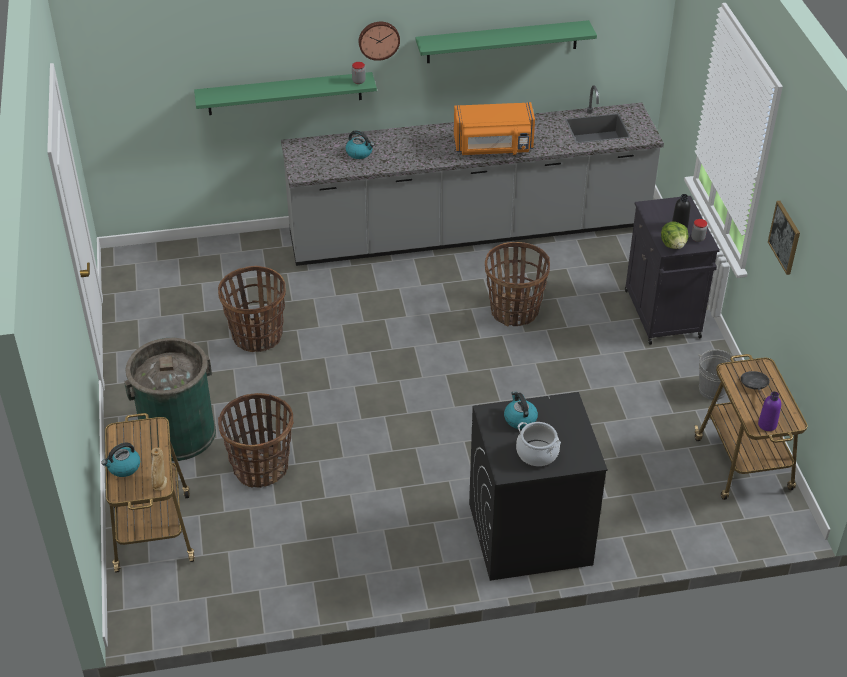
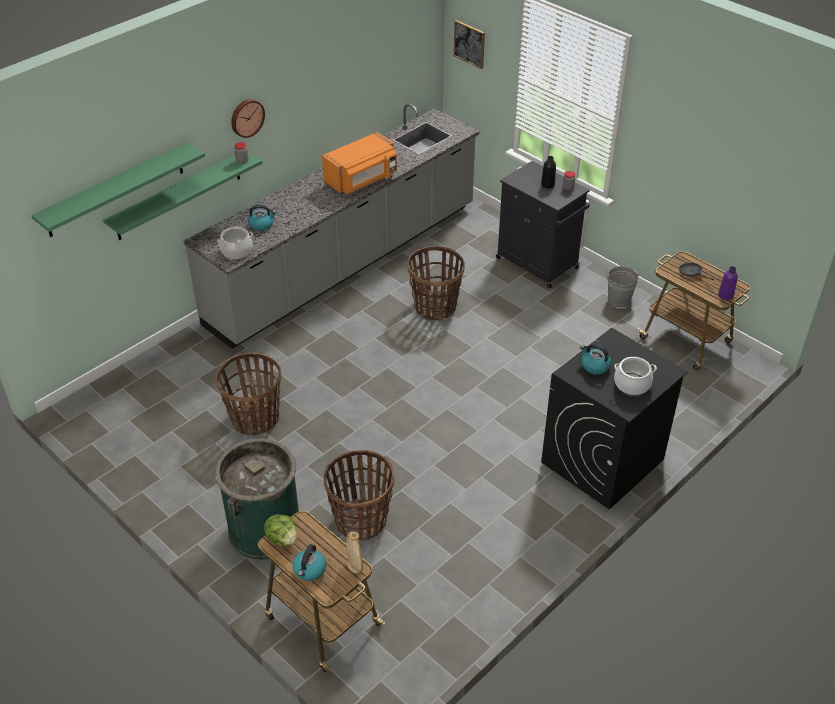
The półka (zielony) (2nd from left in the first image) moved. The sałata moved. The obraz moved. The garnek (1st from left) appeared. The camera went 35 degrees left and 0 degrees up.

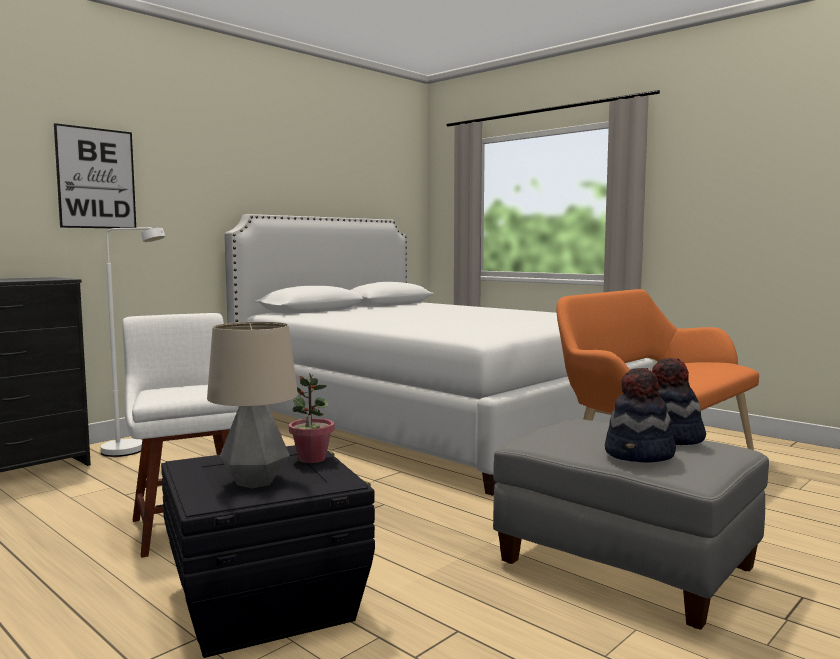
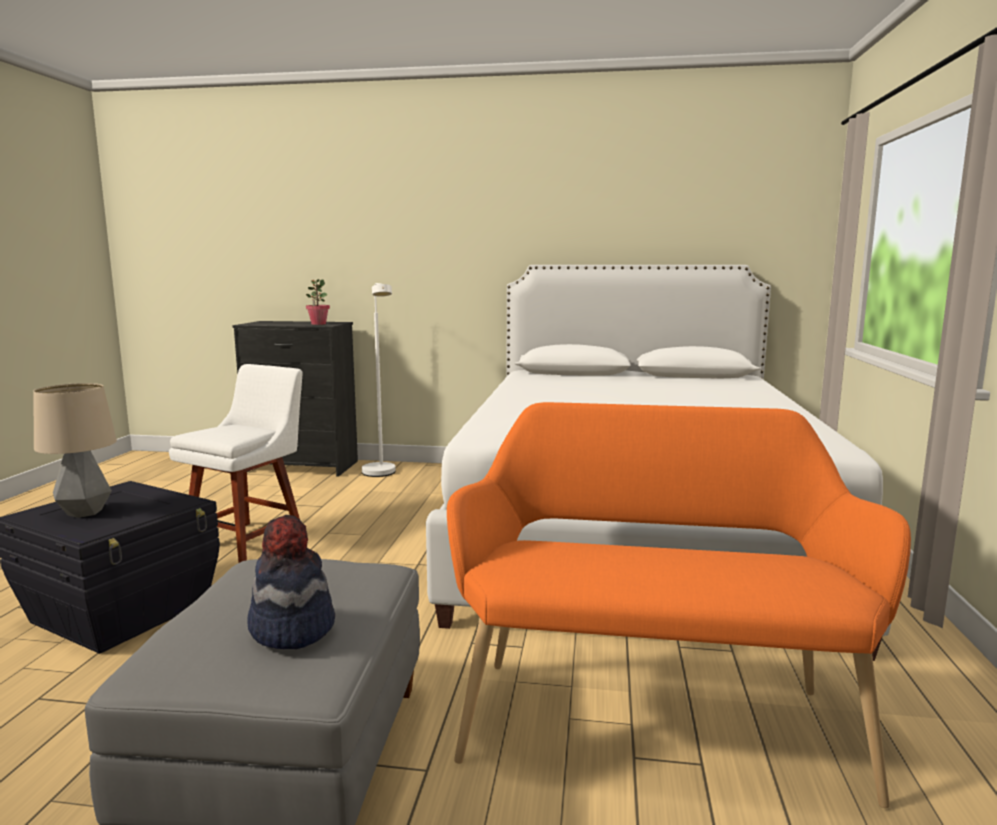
The obraz disappeared. The roślina doniczkowa moved. The kapelusz (1st from left) disappeared. The camera went 55 degrees right and 5 degrees up.

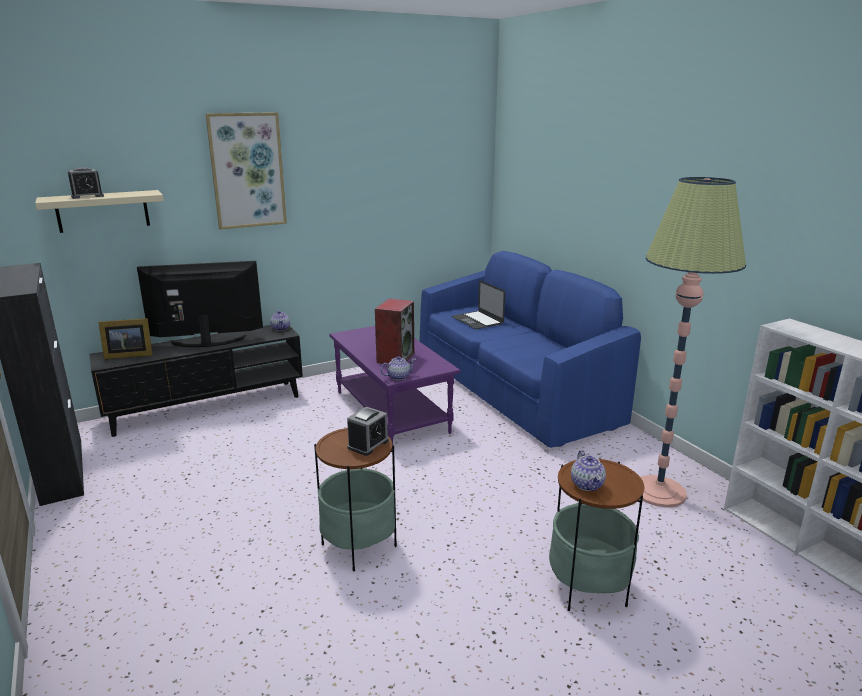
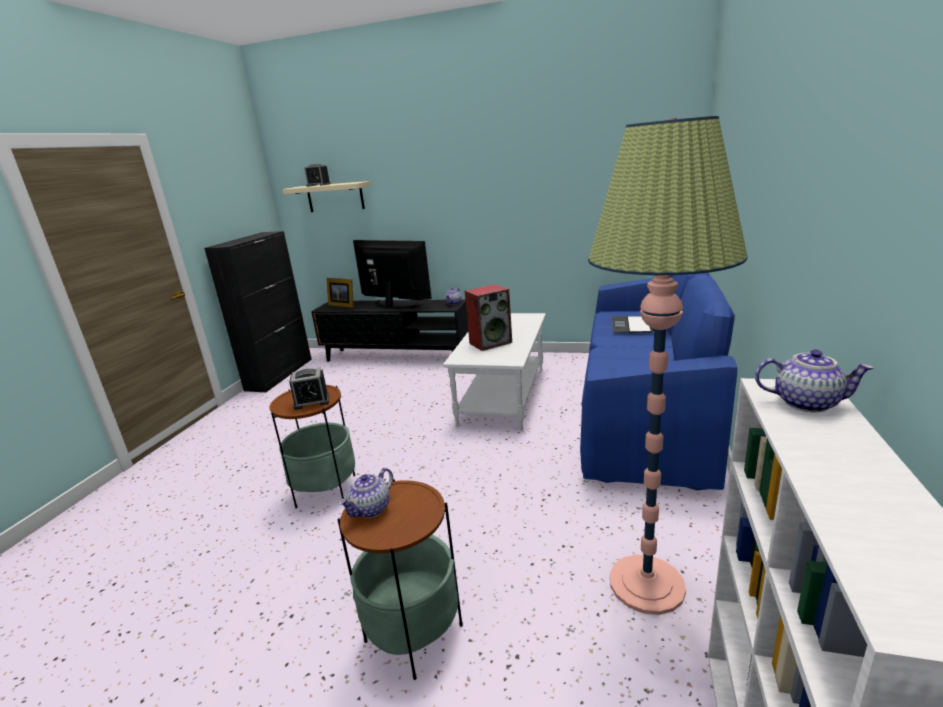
The obraz disappeared. The ława (fioletowy) became the ława (biały). The imbryk (2nd from left in the first image) moved. The camera went 45 degrees right and 0 degrees up.

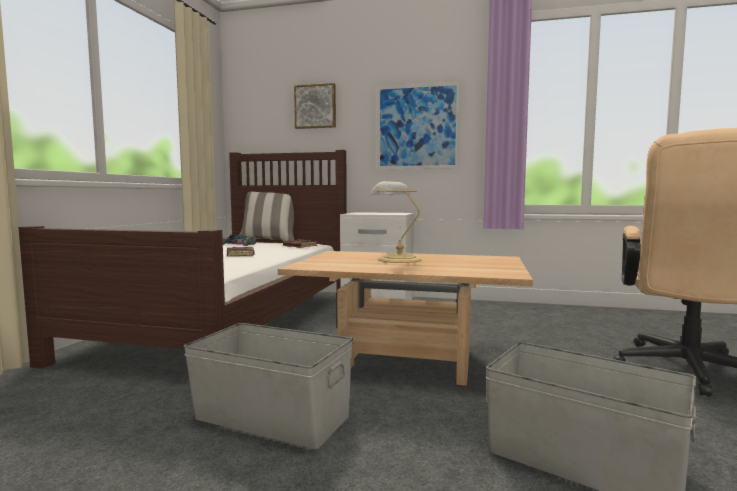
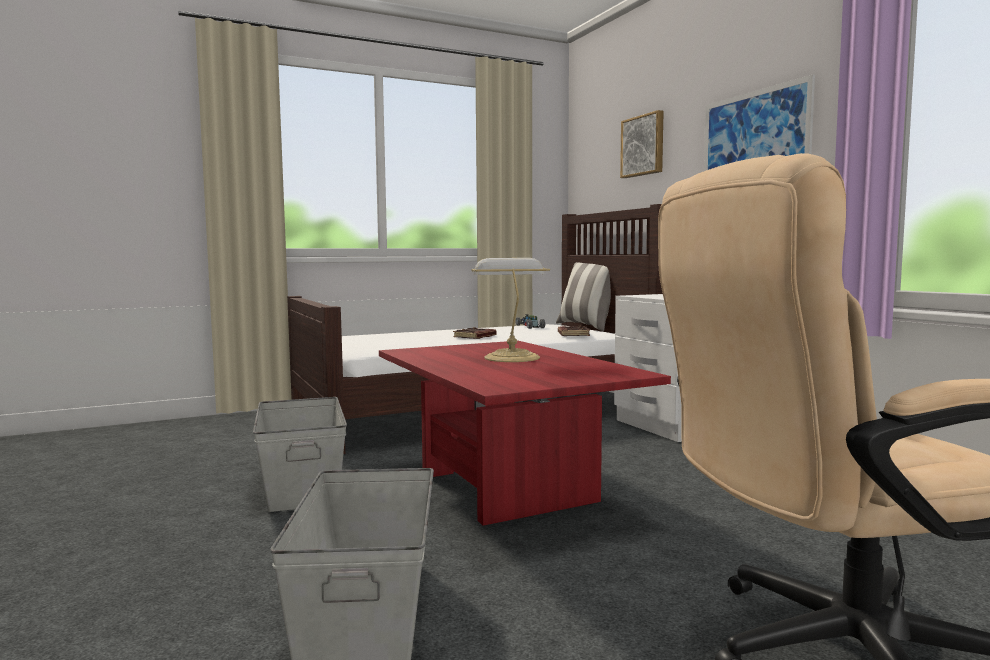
The ława (beżowy) became the ława (czerwony). The camera went 50 degrees right and 0 degrees up.

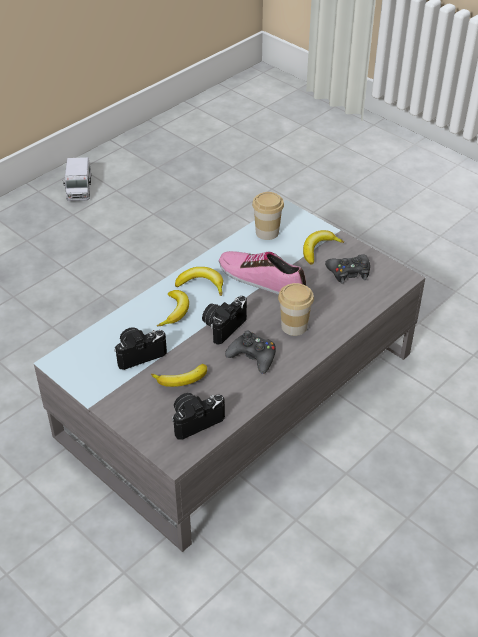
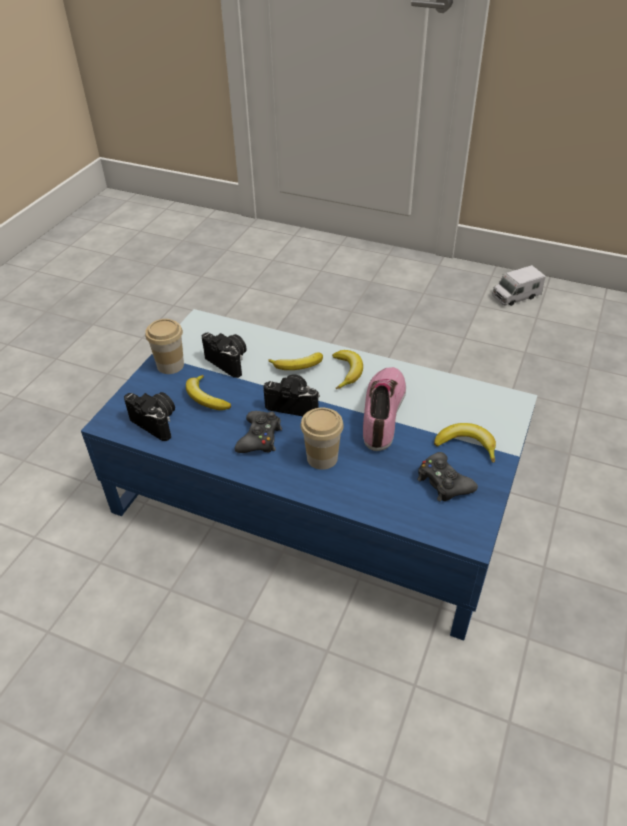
The ława (szary) became the ława (niebieski). The filiżanka (1st from left) moved. The camera went 70 degrees right and 0 degrees up.

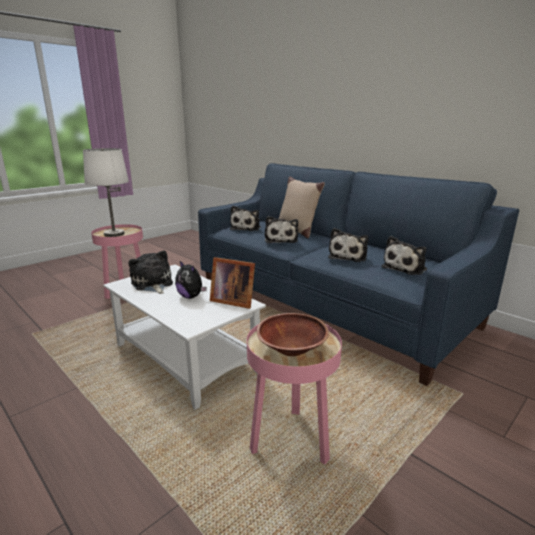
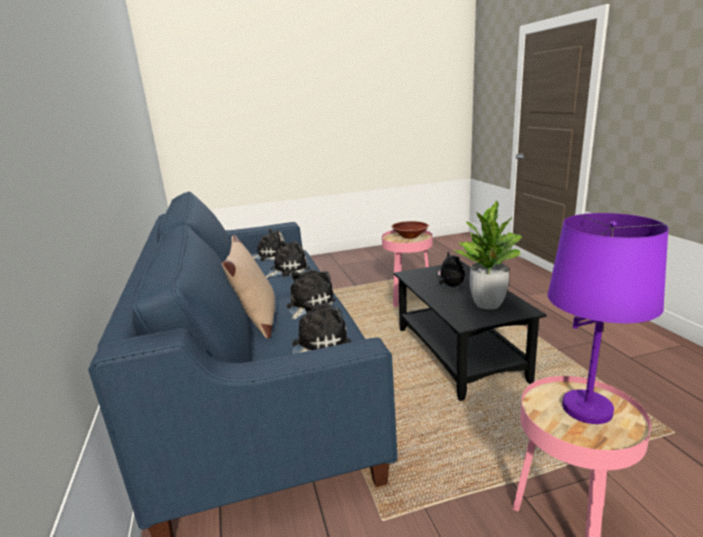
The lampa stołowa (biały) became the lampa stołowa (fioletowy). The ława (biały) became the ława (czarny). The pluszak (1st from left) was replaced by the roślina doniczkowa. The ramka na zdjęcie disappeared. The camera went 150 degrees left and 0 degrees up.

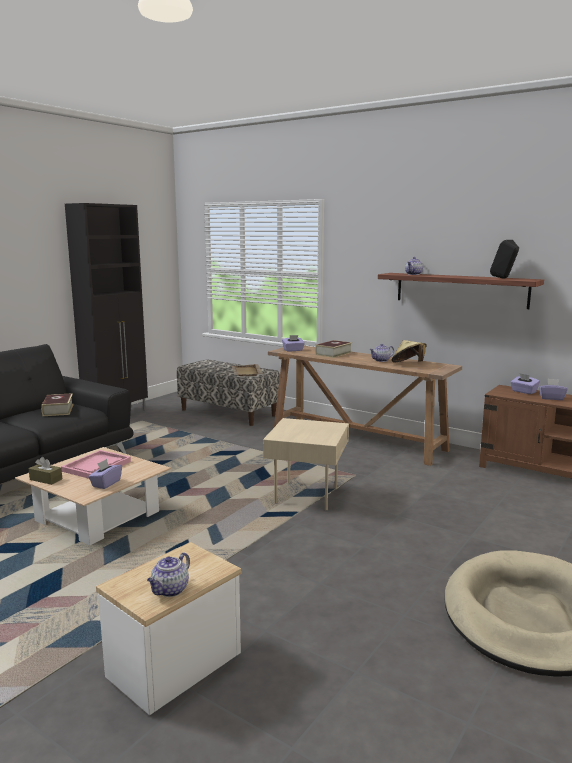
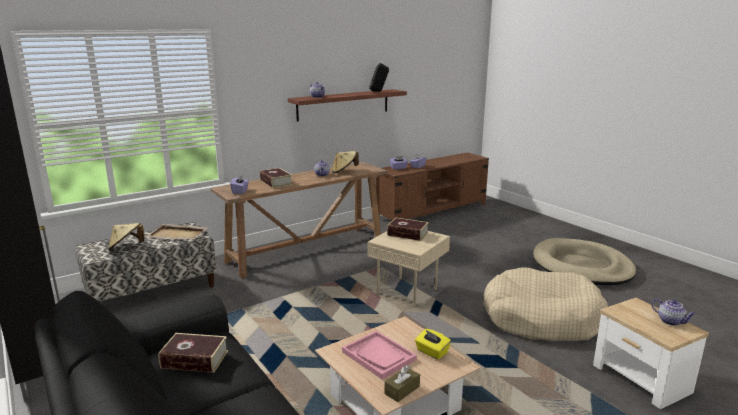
The pudełko chusteczek (fioletowy) (1st from left) became the pudełko chusteczek (żółty). The kapelusz (beżowy) (1st from left) appeared. The książka (3rd from left) appeared. The legowisko (beżowy) (1st from left) appeared. The camera went 70 degrees left and 5 degrees up.

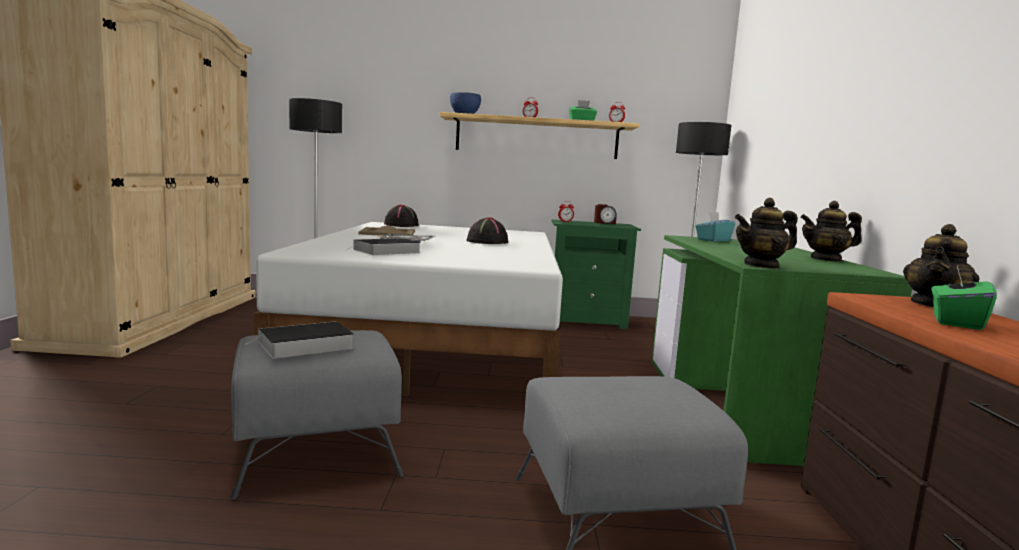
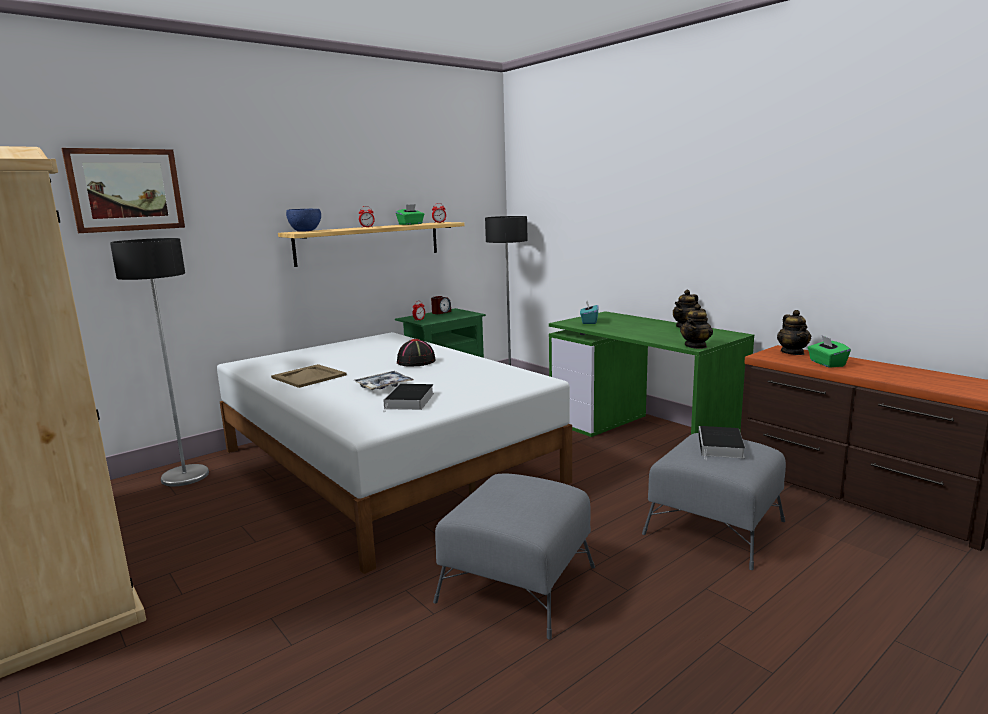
The książka (1st from left in the first image) moved. The kapelusz (czarny) (1st from left) disappeared. The obraz appeared. The camera went 40 degrees left and 5 degrees up.

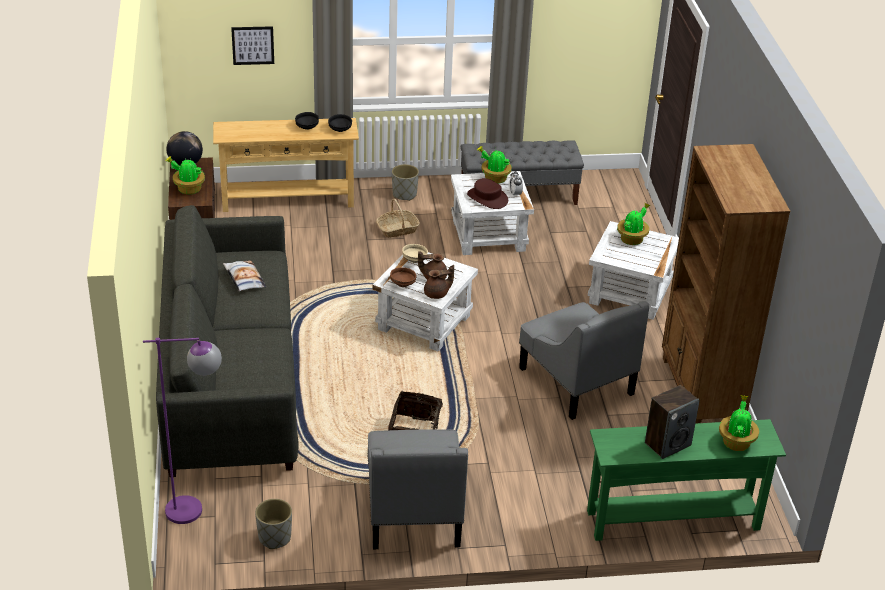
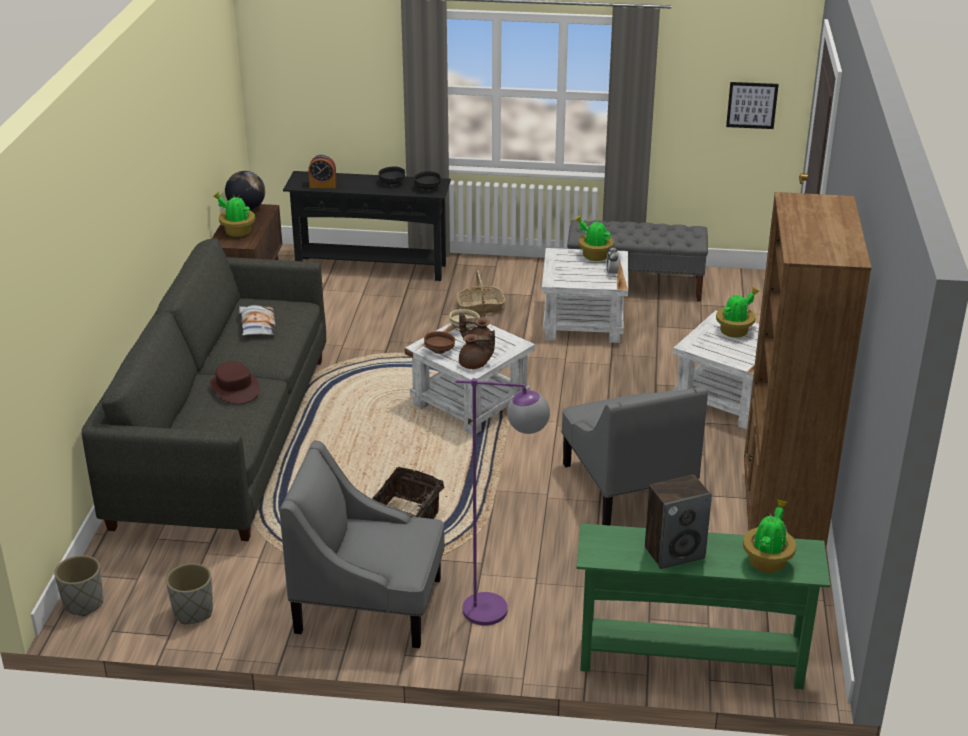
The lampa stojąca (fioletowy) moved. The stolik konsolowy (beżowy) became the stolik konsolowy (czarny). The obraz moved. The fotel (szary) (1st from left) turned 90 degrees clockwise. The donica (szary) (2nd from left in the first image) moved. The kapelusz (brązowy) moved. The budzik (1st from left) appeared. The camera went 15 degrees right and 5 degrees down.

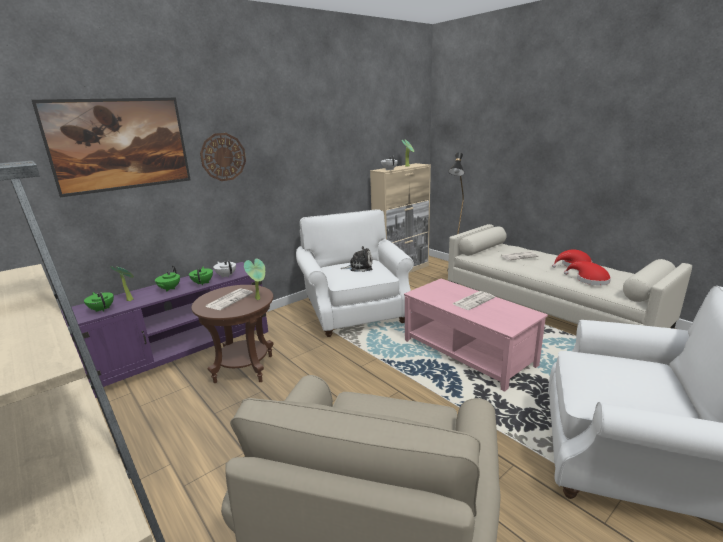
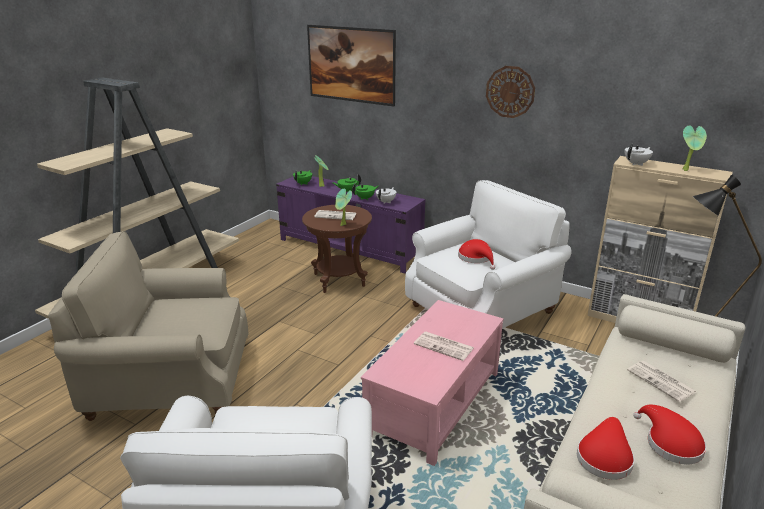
The zegar ścienny moved. The pluszak was replaced by the kapelusz (czerwony) (1st from left). The camera went 70 degrees right and 5 degrees up.

